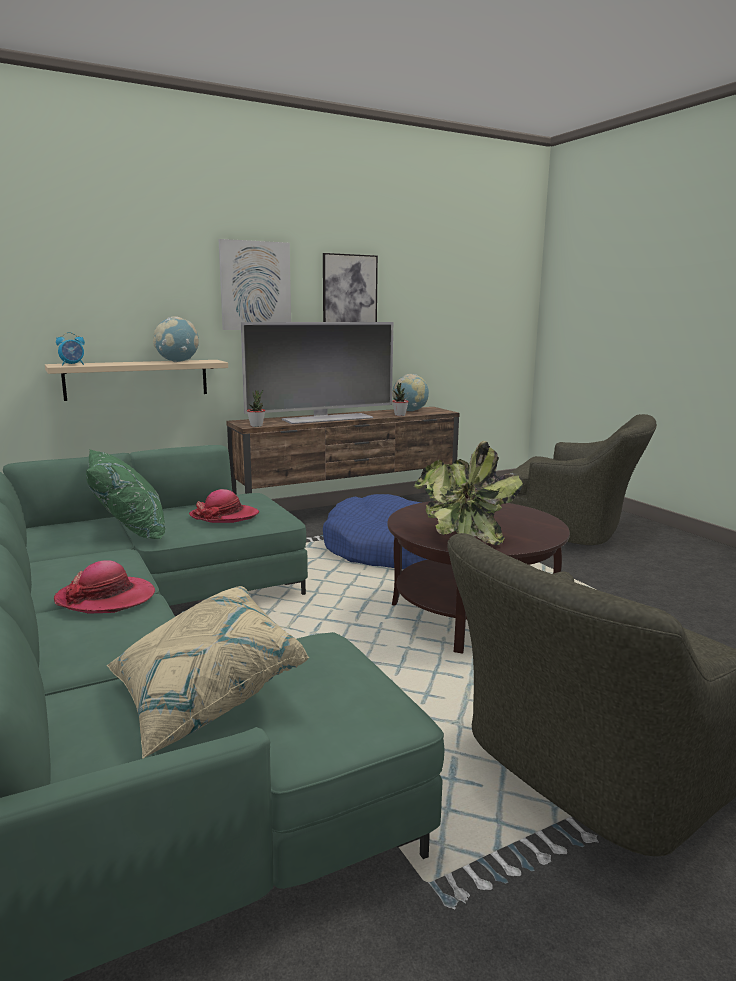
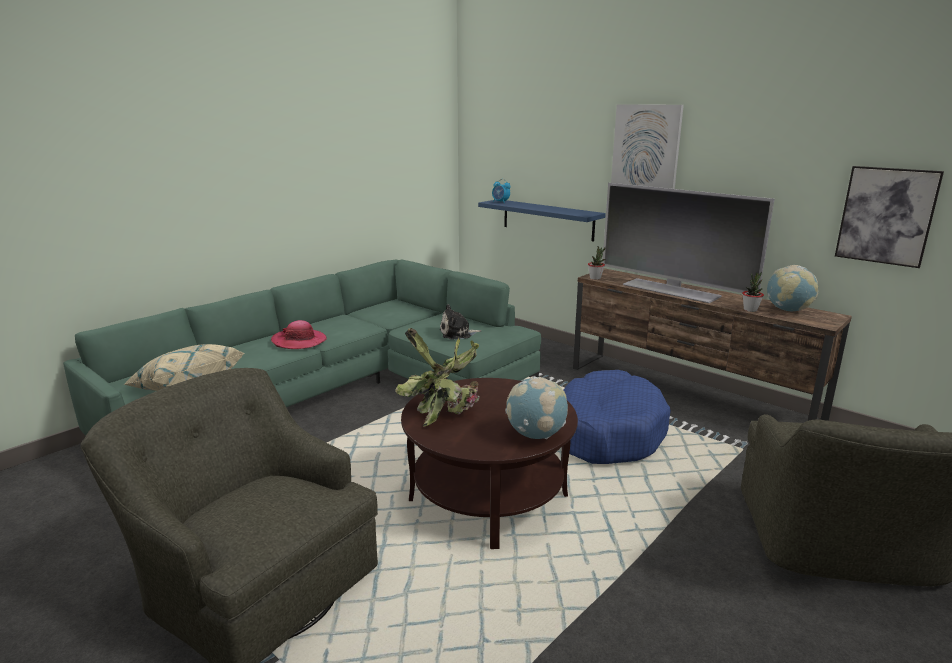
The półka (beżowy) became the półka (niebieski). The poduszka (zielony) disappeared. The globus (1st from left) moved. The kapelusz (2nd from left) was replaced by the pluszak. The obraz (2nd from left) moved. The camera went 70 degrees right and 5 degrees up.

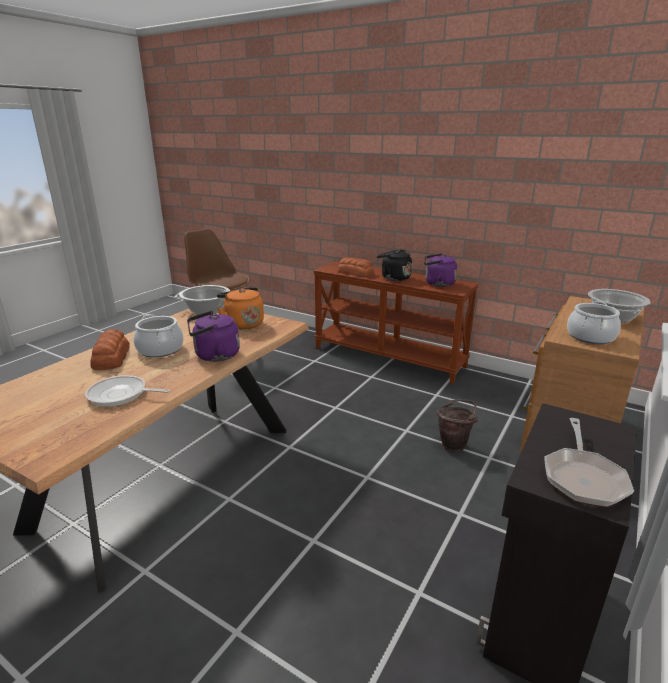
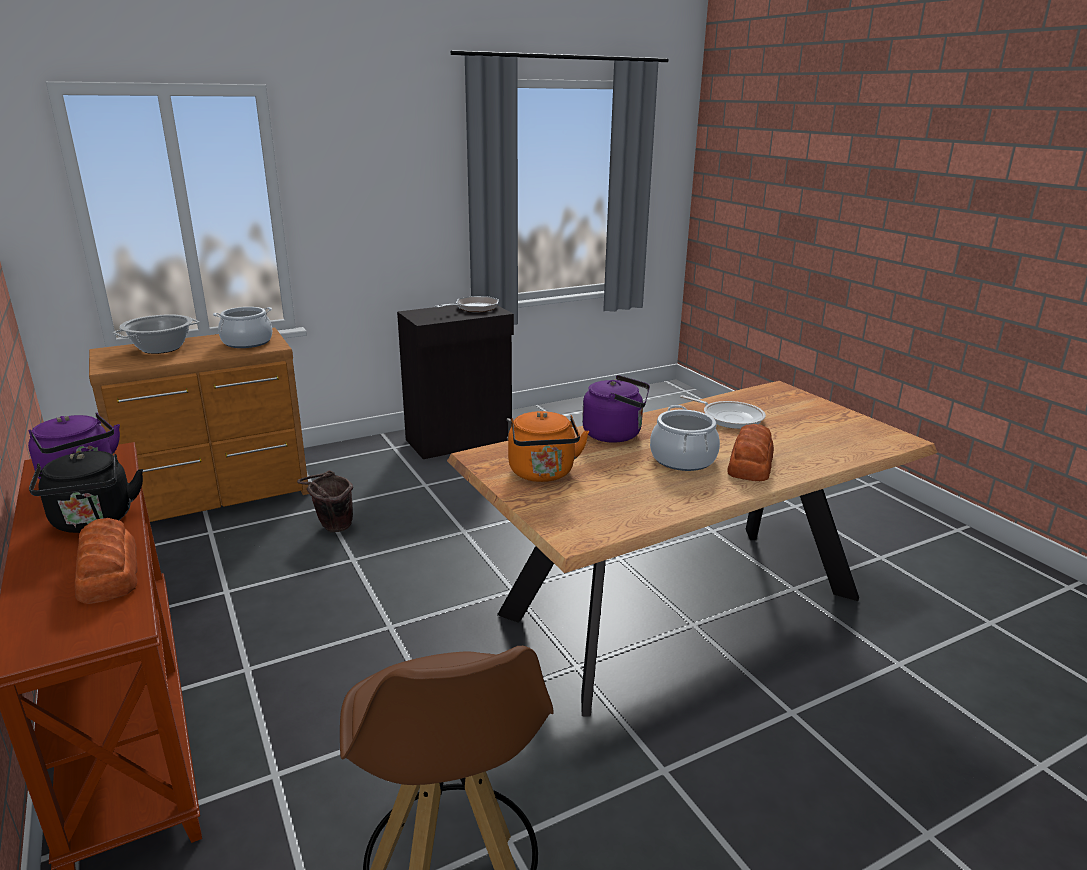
The garnek (2nd from left) disappeared. The camera went 150 degrees left and 0 degrees up.

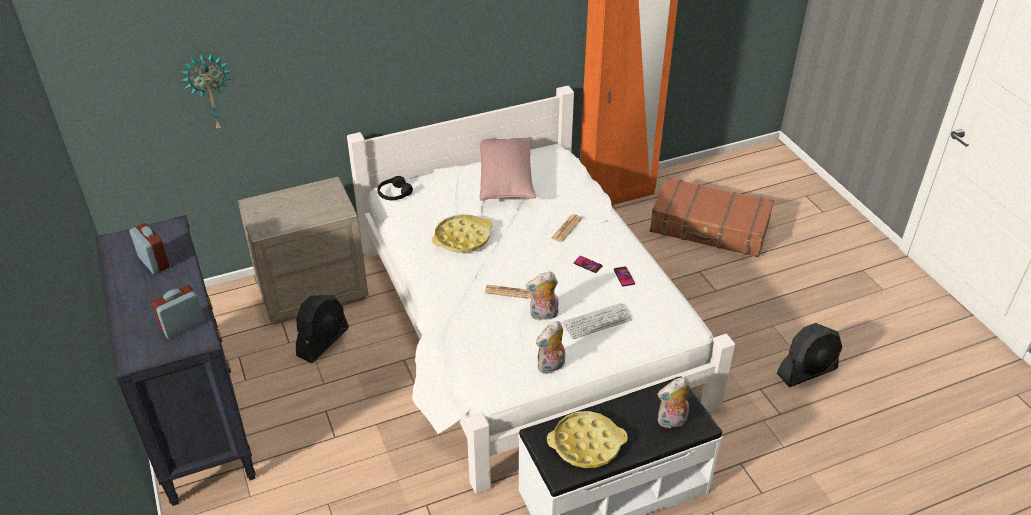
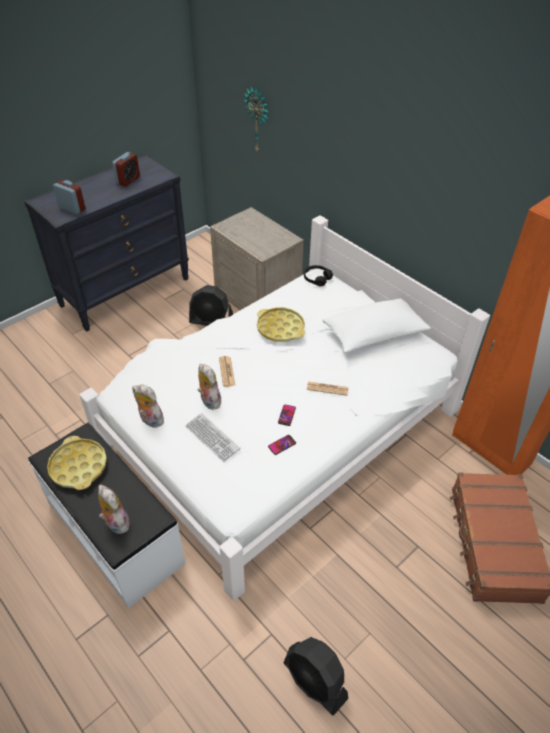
The poduszka (różowy) became the poduszka (biały). The camera went 70 degrees right and 5 degrees up.

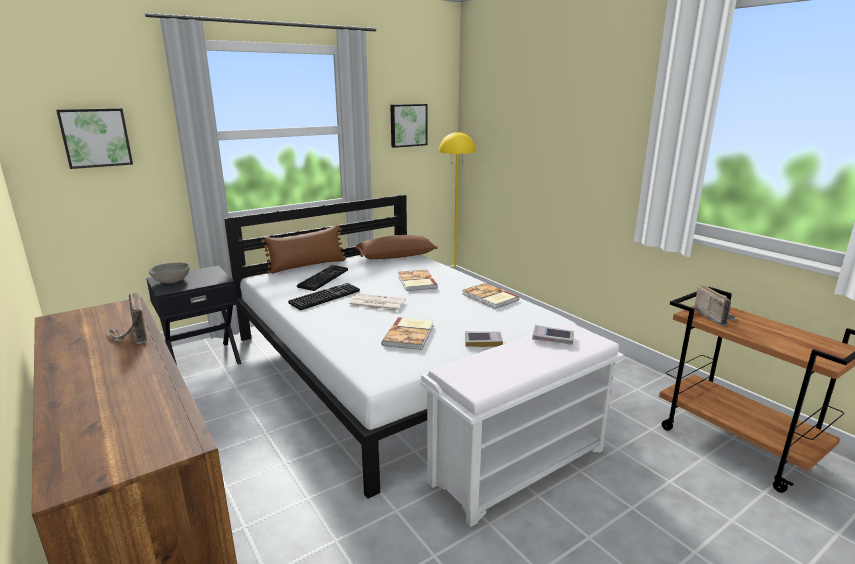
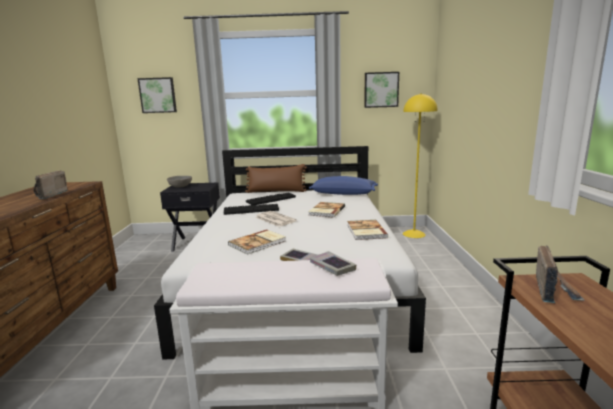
The poduszka (brązowy) (2nd from left) became the poduszka (niebieski). The camera went 35 degrees right and 5 degrees down.

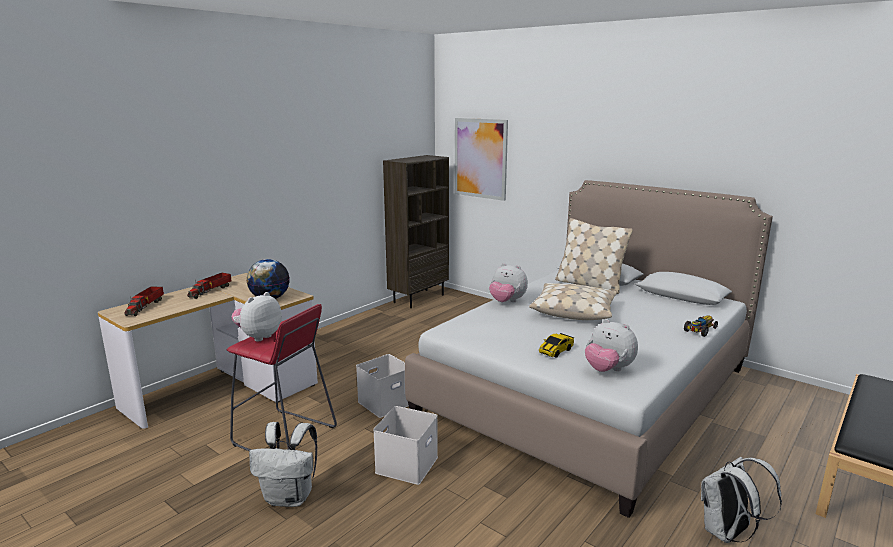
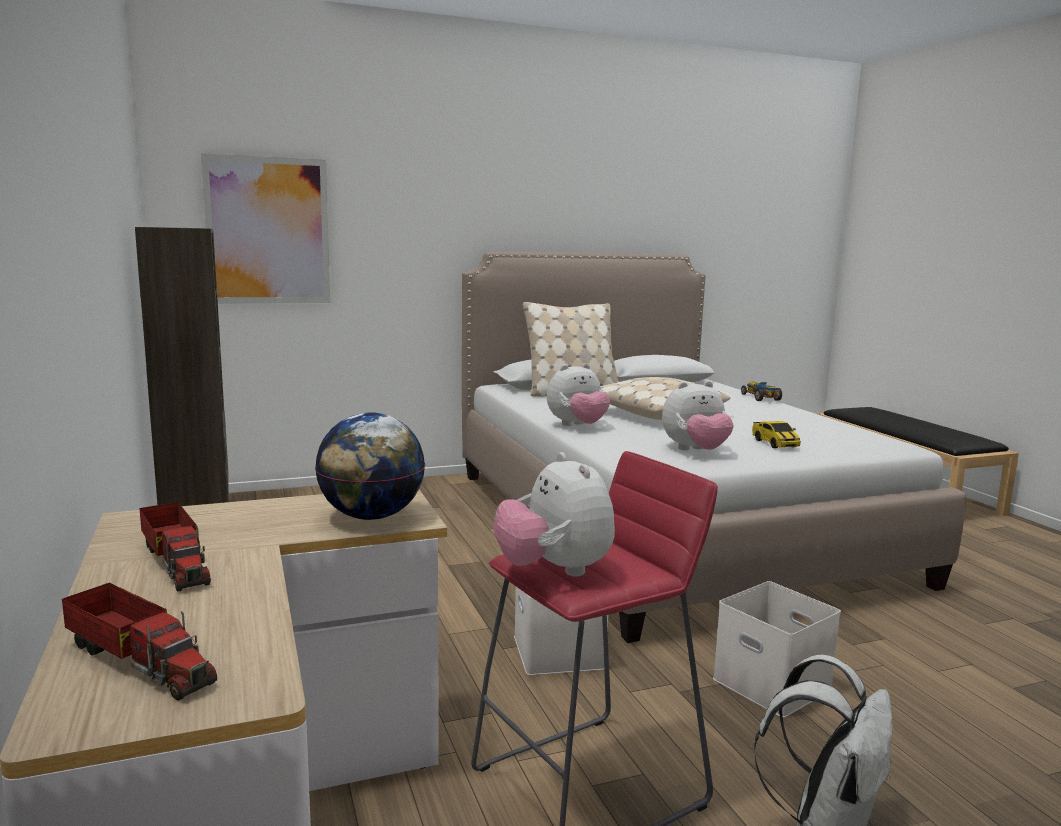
The pluszak (3rd from left) moved. The plecak (biały) (2nd from left) disappeared. The camera went 60 degrees left and 5 degrees down.

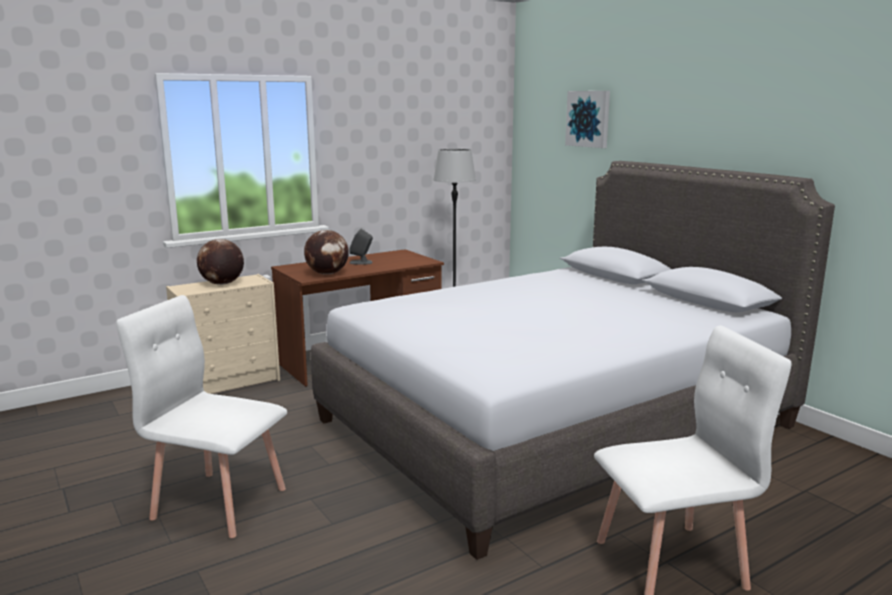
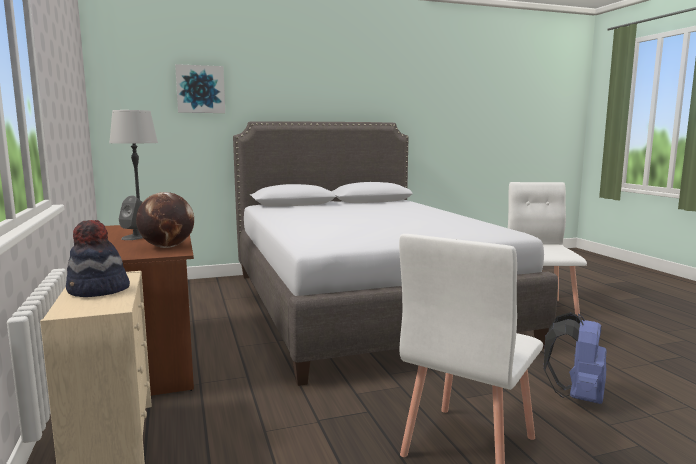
The globus (1st from left) was replaced by the kapelusz. The plecak (niebieski) appeared. The camera went 75 degrees left and 5 degrees down.

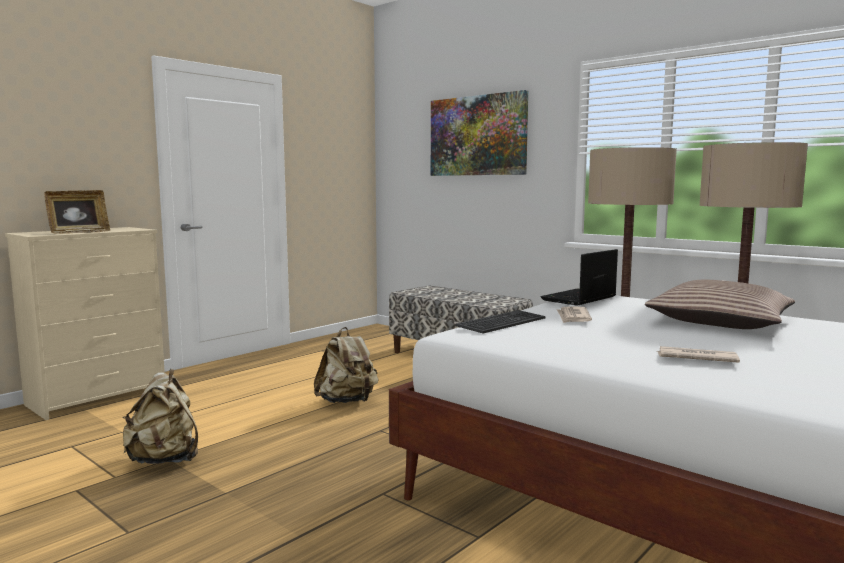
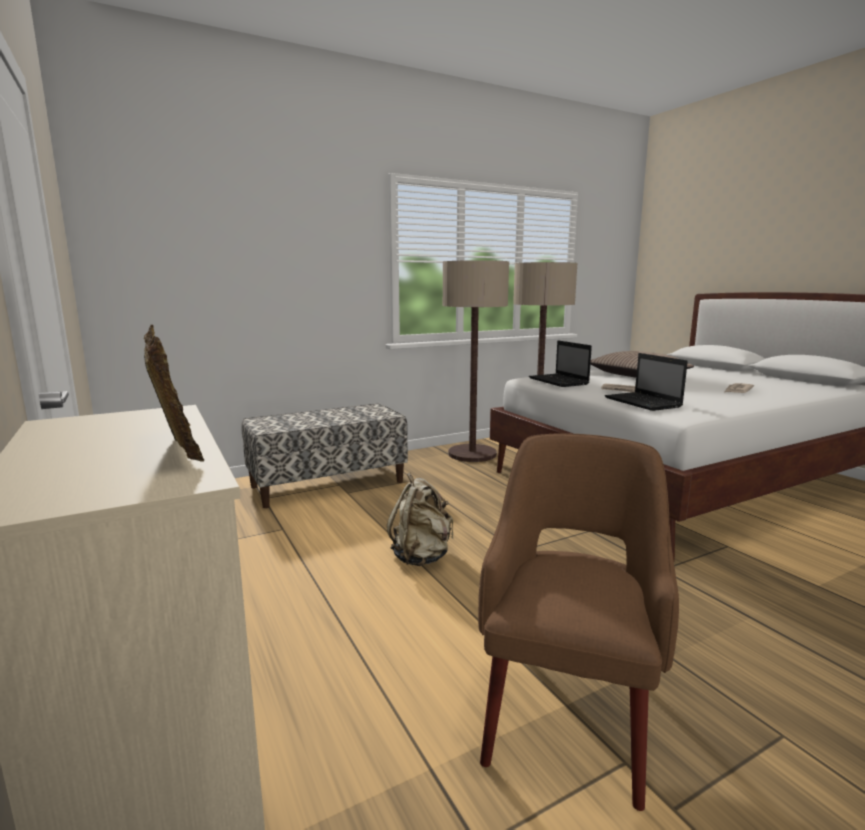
The plecak (beżowy) (1st from left) was replaced by the fotel (brązowy). The obraz disappeared. The klawiatura was replaced by the laptop (2nd from left). The camera went 70 degrees left and 5 degrees up.

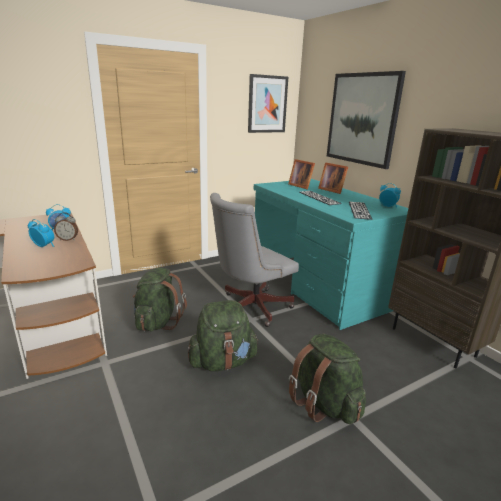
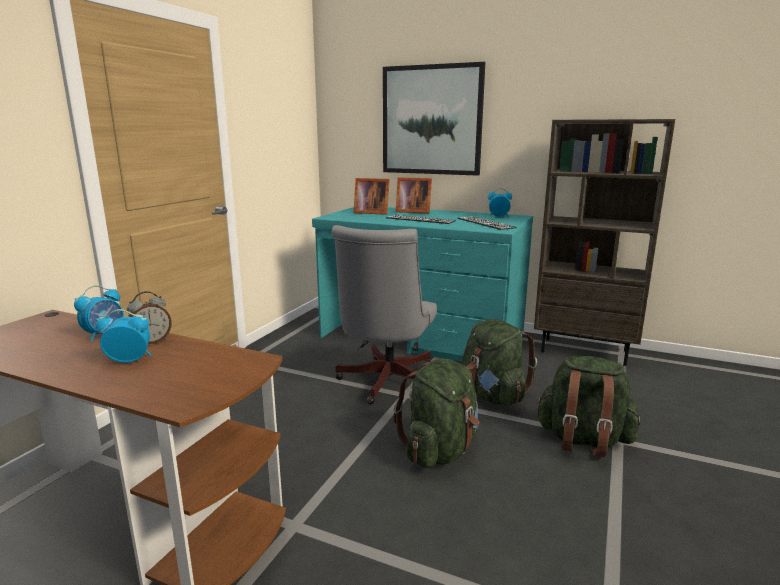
The plecak (zielony) (1st from left in the first image) moved. The obraz (1st from left) disappeared. The camera went 35 degrees left and 5 degrees down.

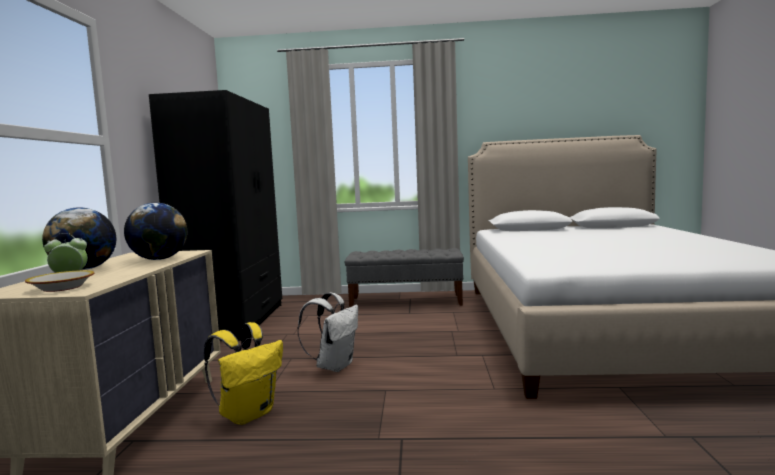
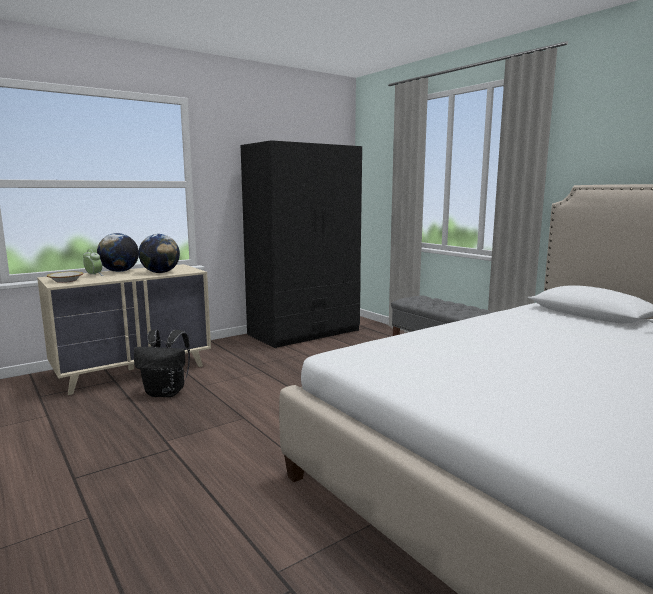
The plecak (żółty) became the plecak (czarny). The plecak (biały) disappeared. The camera went 50 degrees right and 5 degrees up.

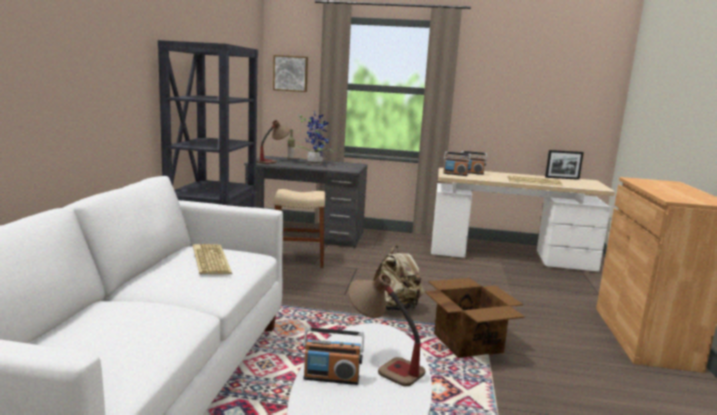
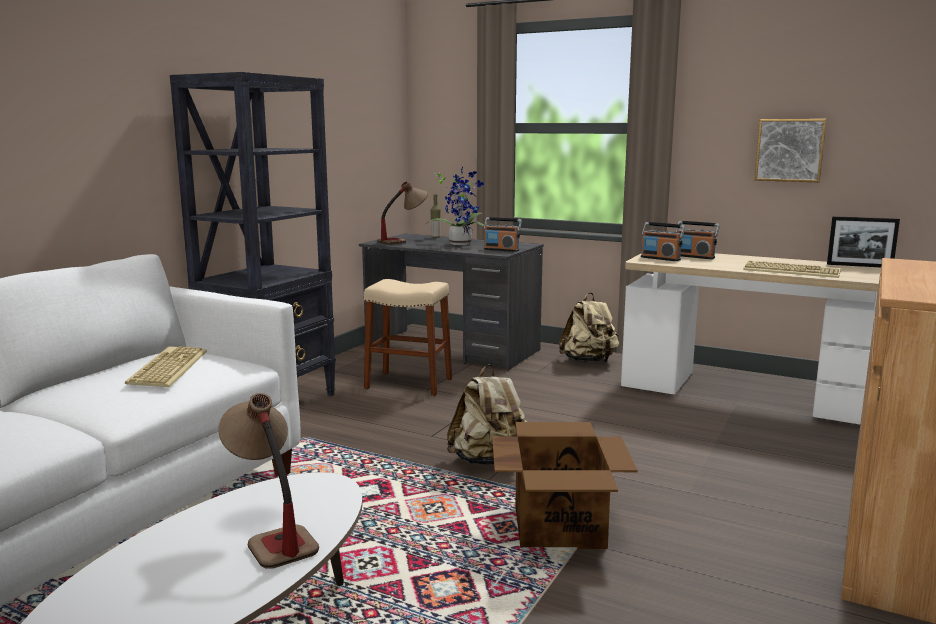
The obraz moved. The radio (1st from left) moved. The plecak (beżowy) (2nd from left) appeared. The camera went 20 degrees right and 0 degrees up.

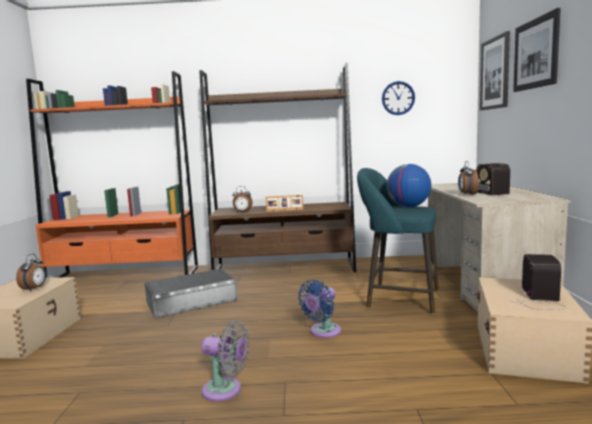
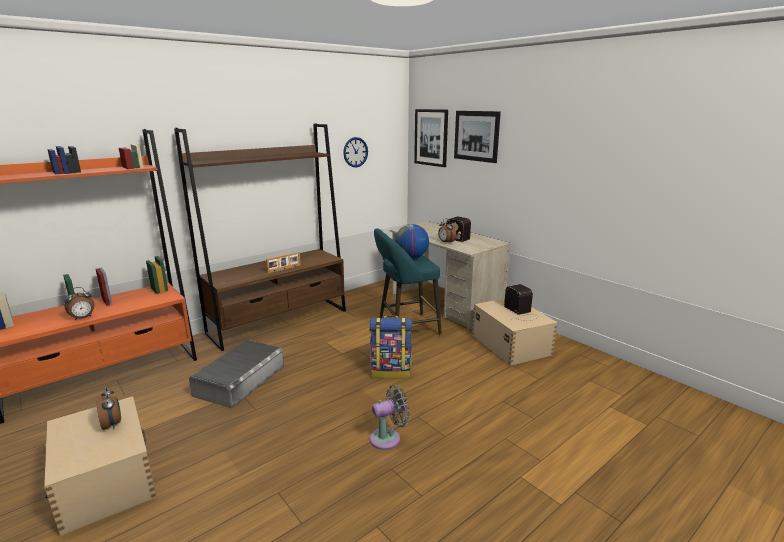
The budzik (2nd from left in the first image) moved. The wentylator (niebieski) was replaced by the plecak. The camera went 40 degrees left and 10 degrees up.

